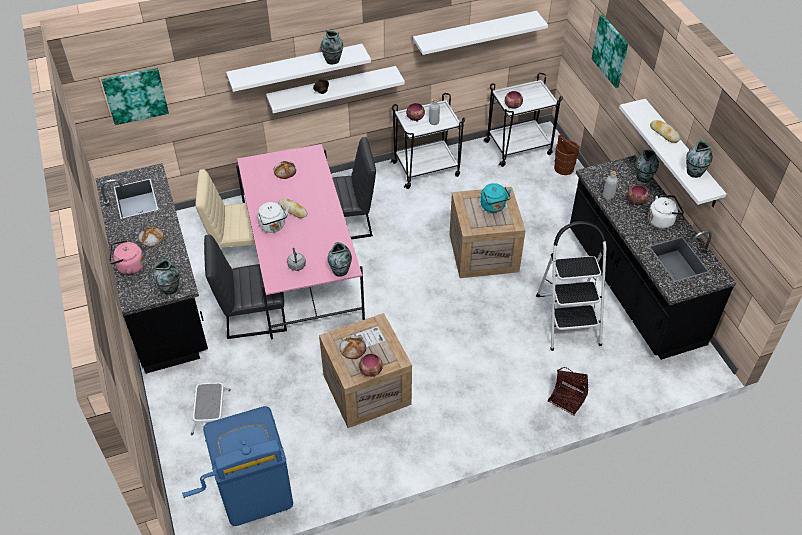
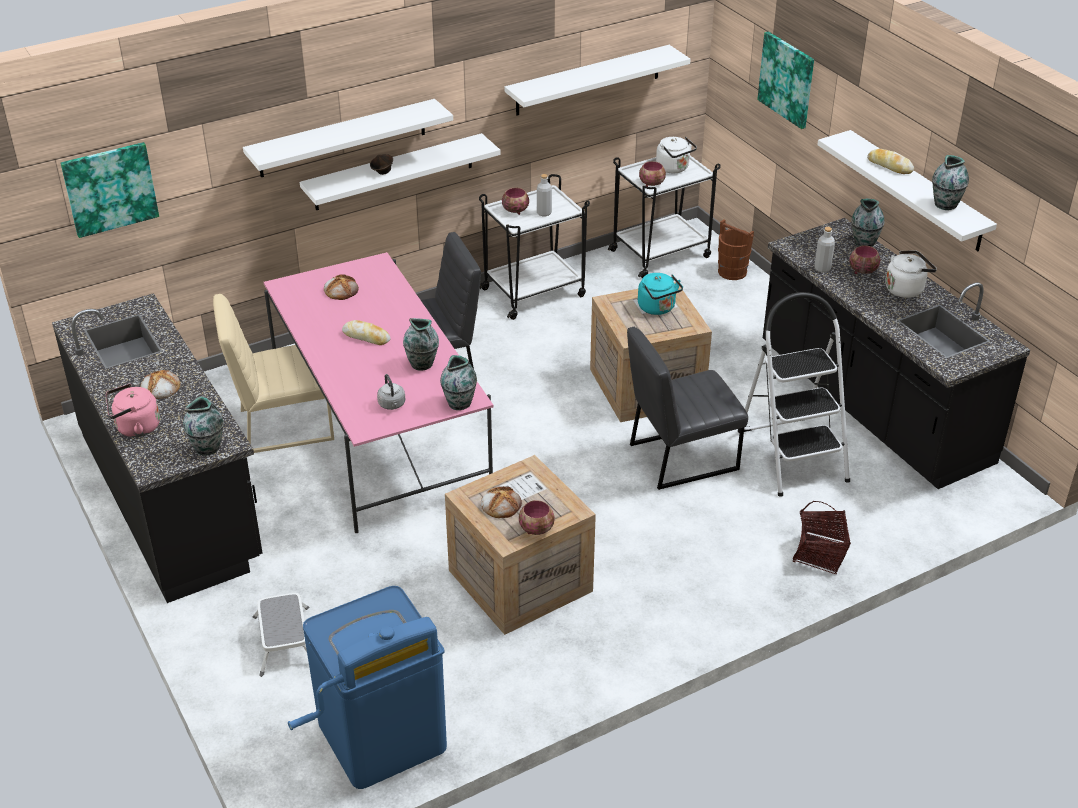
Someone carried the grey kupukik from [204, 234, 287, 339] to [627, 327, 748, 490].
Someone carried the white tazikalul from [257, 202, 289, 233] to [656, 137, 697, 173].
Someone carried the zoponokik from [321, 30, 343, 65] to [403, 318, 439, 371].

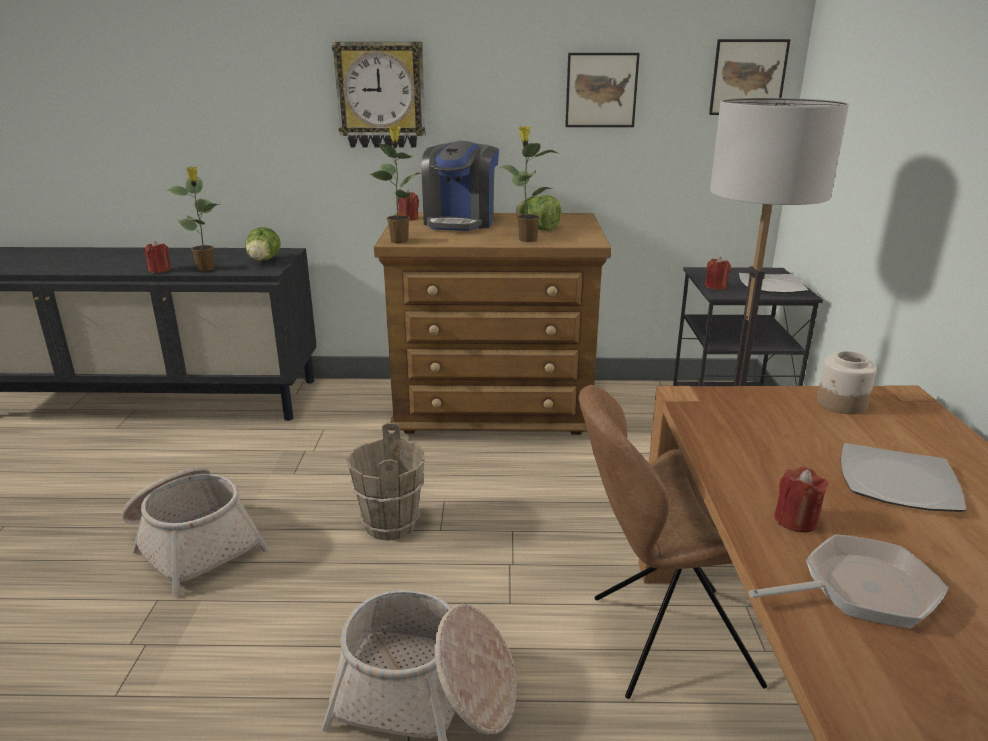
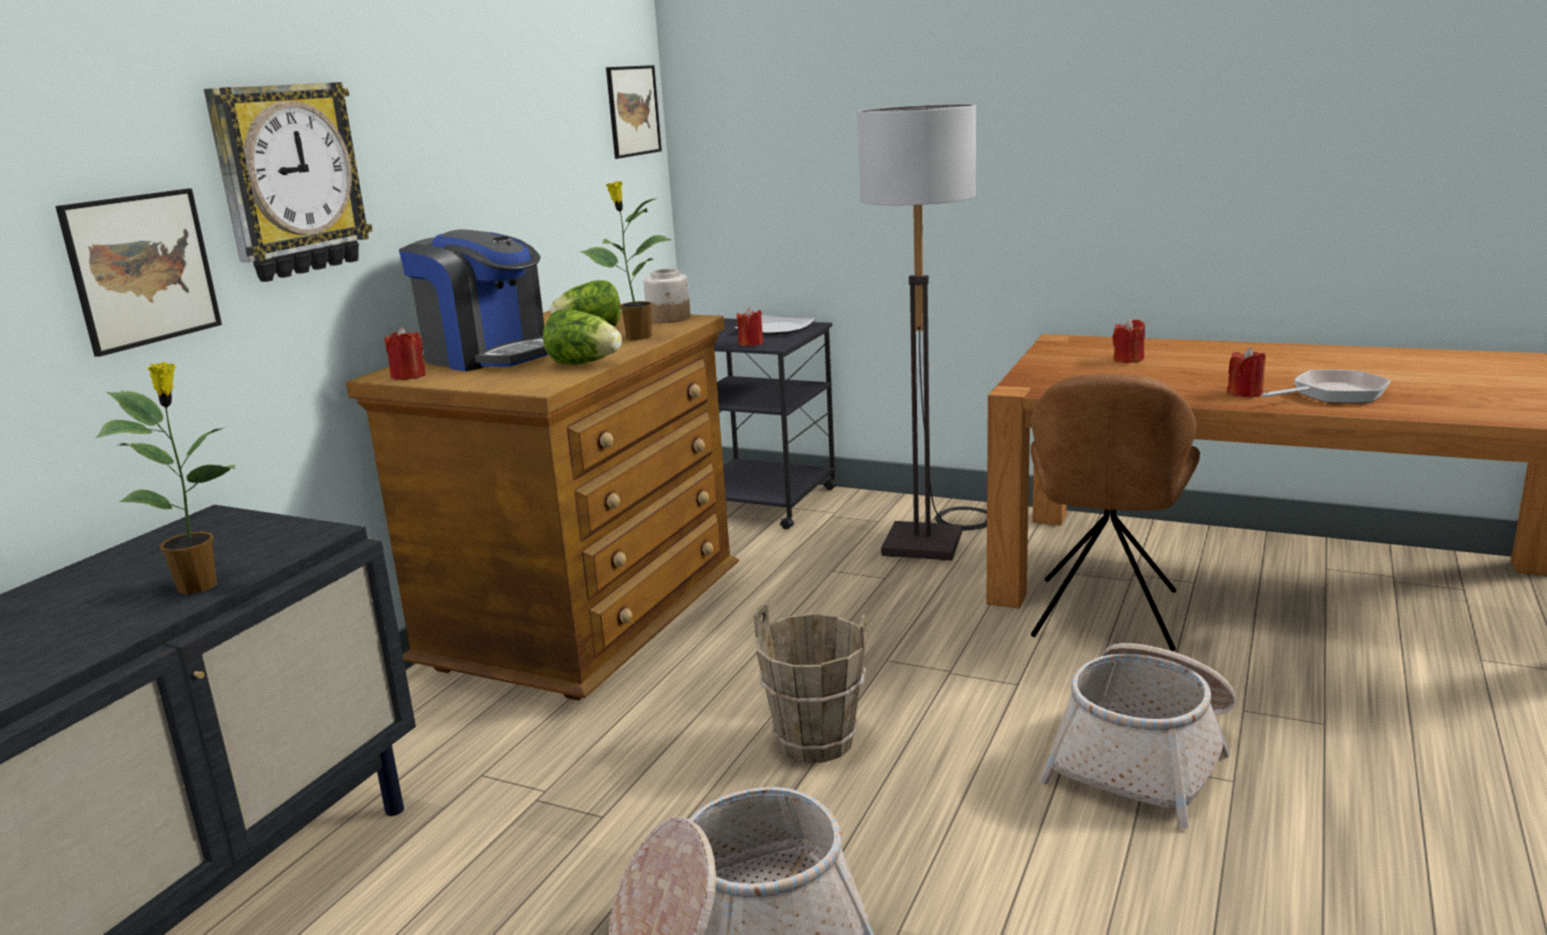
Someone carried the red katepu from [144, 241, 171, 273] to [1112, 318, 1145, 363].
Someone carried the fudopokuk from [245, 227, 281, 261] to [543, 309, 622, 365].
Someone took away the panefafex at [368, 127, 422, 243].
Someone carried the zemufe from [565, 53, 640, 127] to [55, 189, 222, 357].
Someone rotated the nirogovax at [748, 534, 948, 628] by 60 degrees clockwise.
Someone carried the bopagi from [817, 351, 877, 414] to [643, 269, 691, 323].
Someone took away the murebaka at [841, 443, 966, 512].

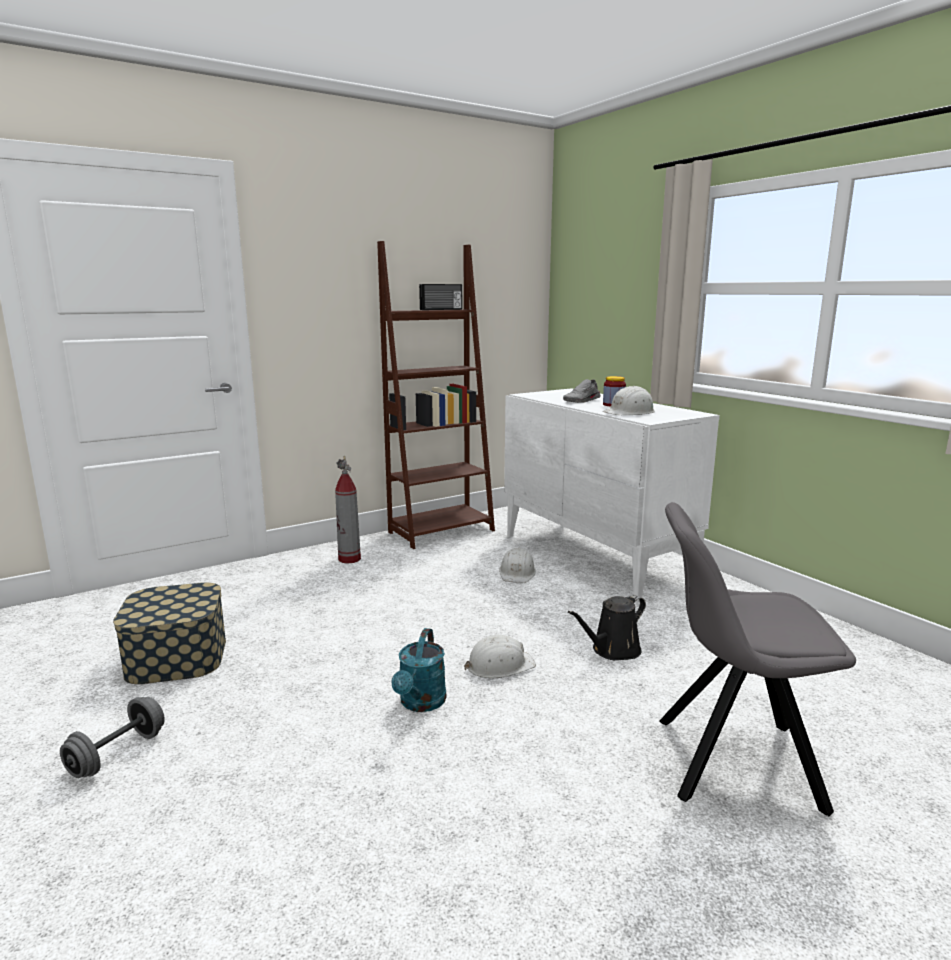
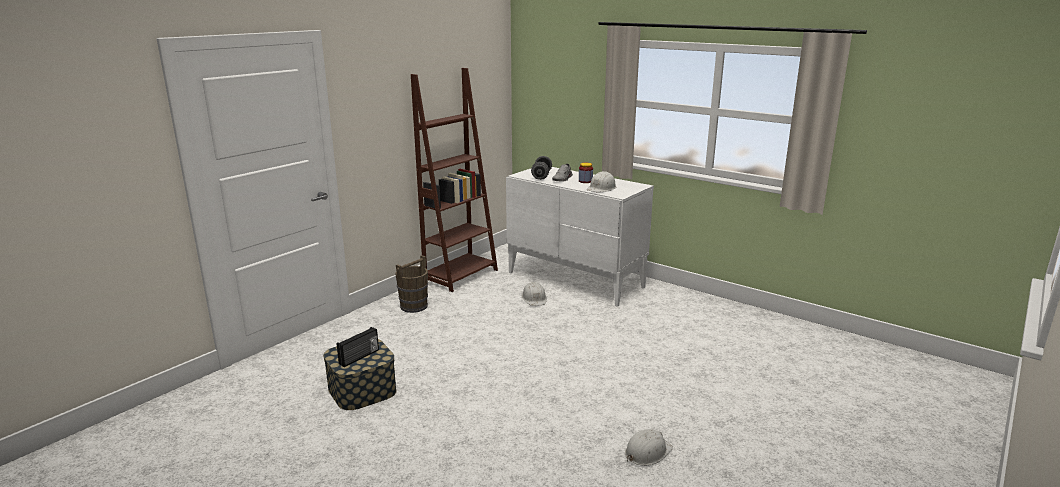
Someone carried the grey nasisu from [60, 697, 165, 778] to [531, 156, 552, 180].
Someone swapped the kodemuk at [335, 456, 361, 564] for the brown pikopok at [395, 255, 428, 313].
Someone took away the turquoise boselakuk at [391, 628, 447, 712].
Someone carried the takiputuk from [419, 284, 462, 310] to [337, 327, 379, 367].
Someone carried the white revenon from [464, 635, 536, 678] to [625, 429, 673, 466].
Someone took away the black boselakuk at [568, 595, 646, 660].
Someone took away the grey kupukik at [659, 502, 856, 816].

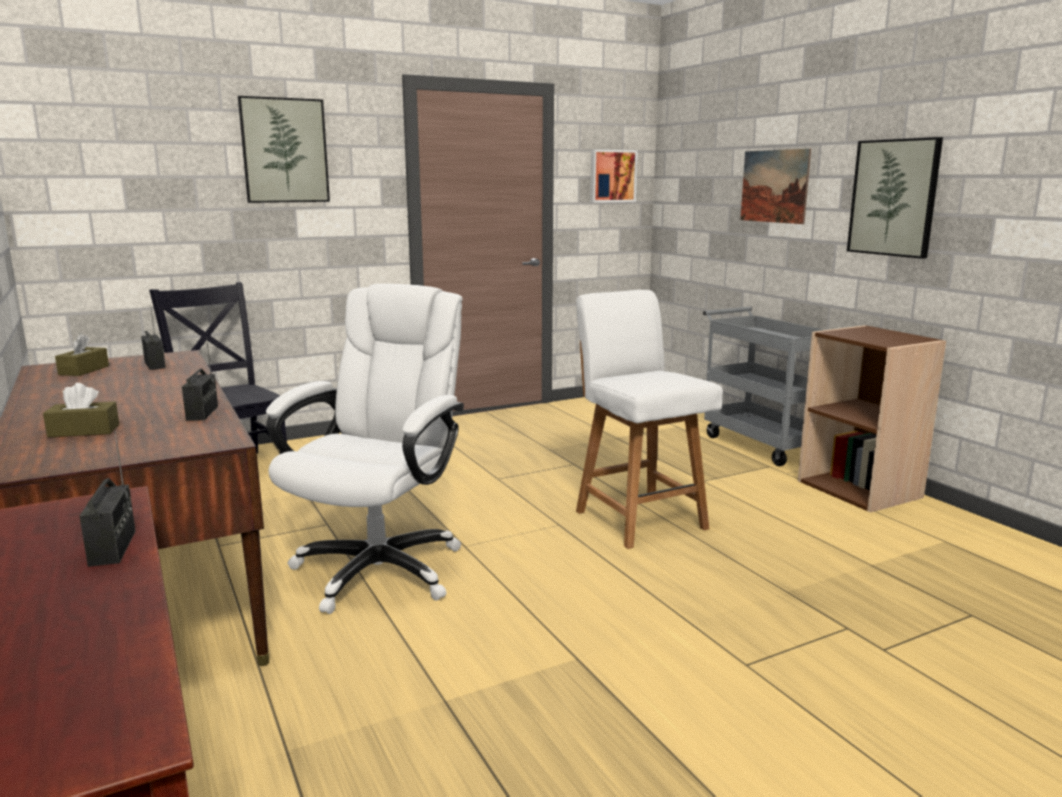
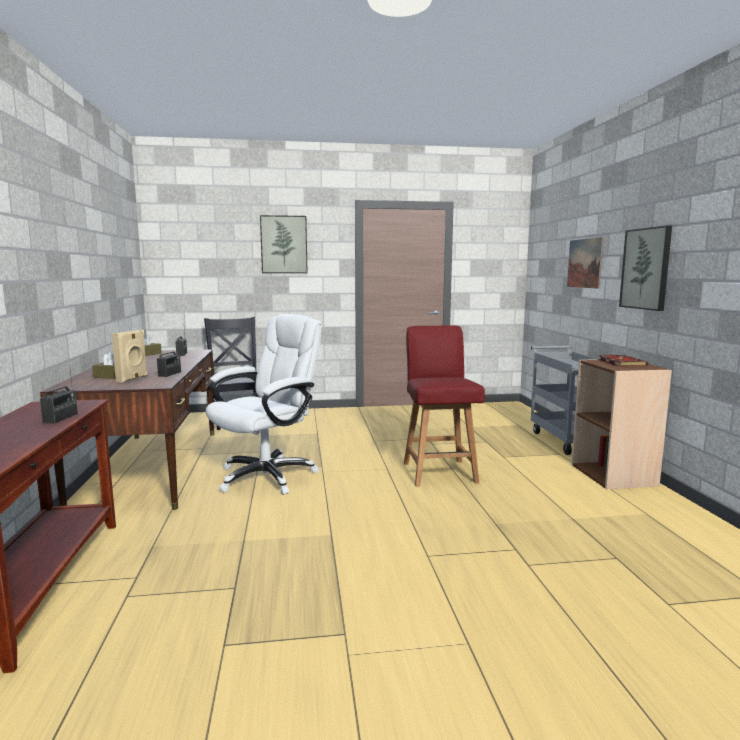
Someone repainted the white kupukik at [576, 290, 723, 549], which became the red kupukik at [404, 325, 485, 487].
Someone took away the zemufe at [590, 149, 638, 203].
Someone put down the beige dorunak at [112, 330, 147, 383].
Someone put down the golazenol at [598, 355, 648, 366].

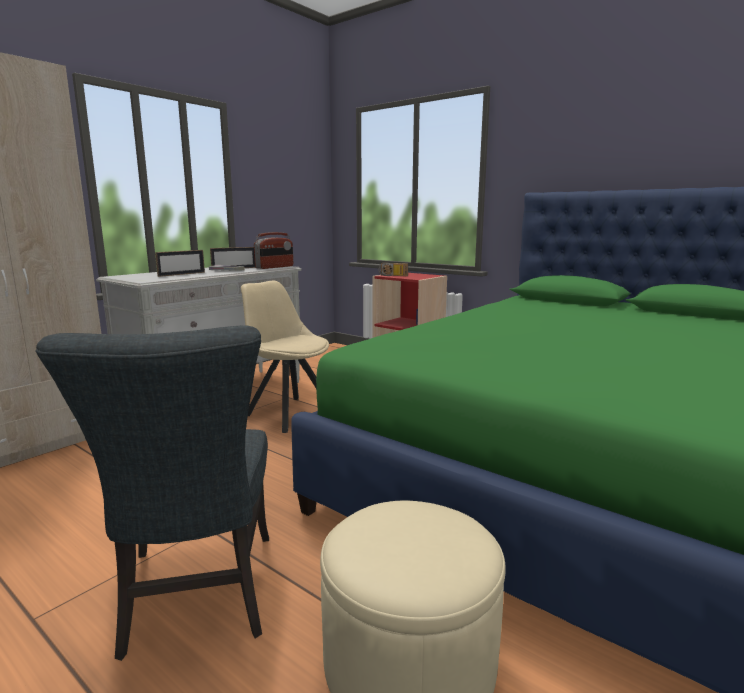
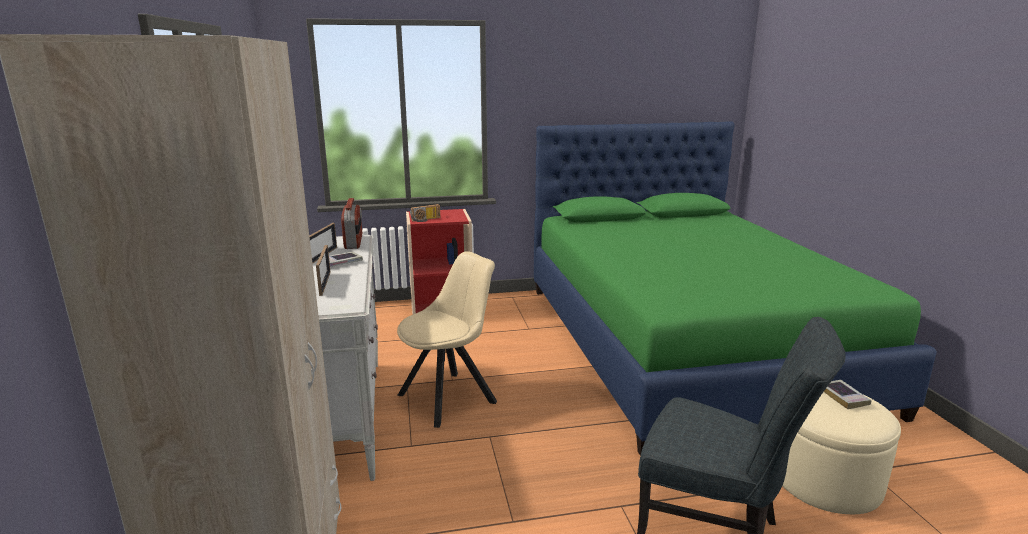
Someone rotated the beige kupukik at [241, 281, 329, 433] by 150 degrees clockwise.
Someone put down the golazenol at [824, 380, 871, 409].

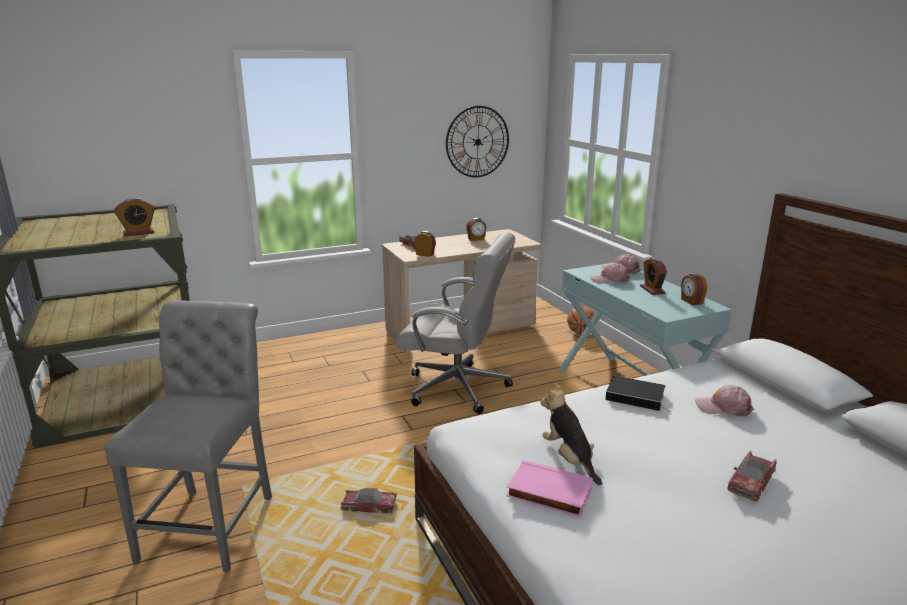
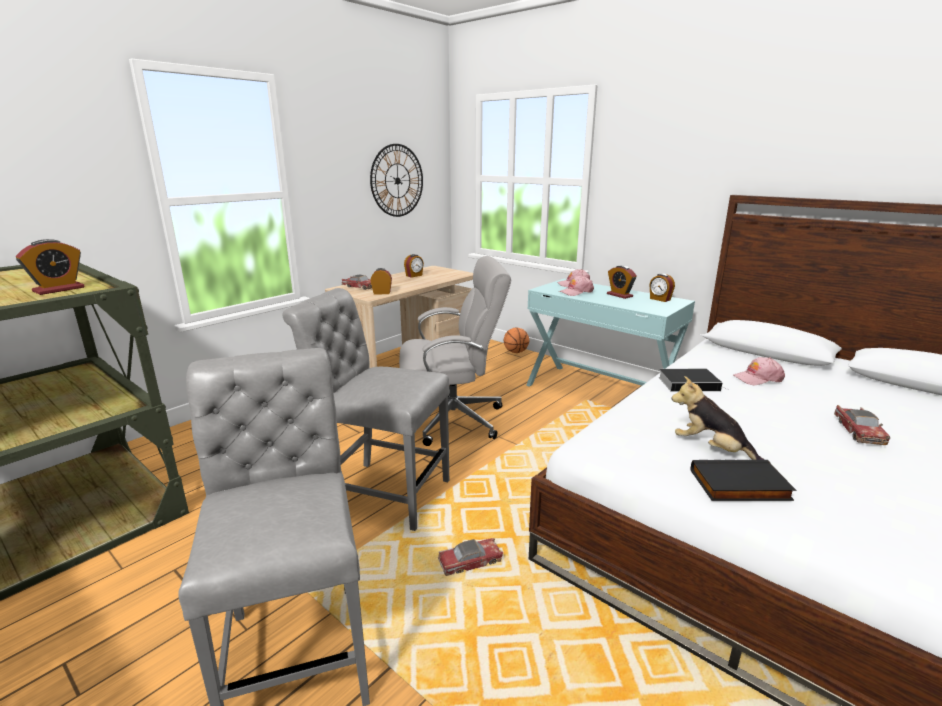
Someone repainted the pink golazenol at [506, 460, 593, 517], which became the black golazenol at [691, 460, 796, 501].
Someone put down the grey kupukik at [282, 288, 450, 531].

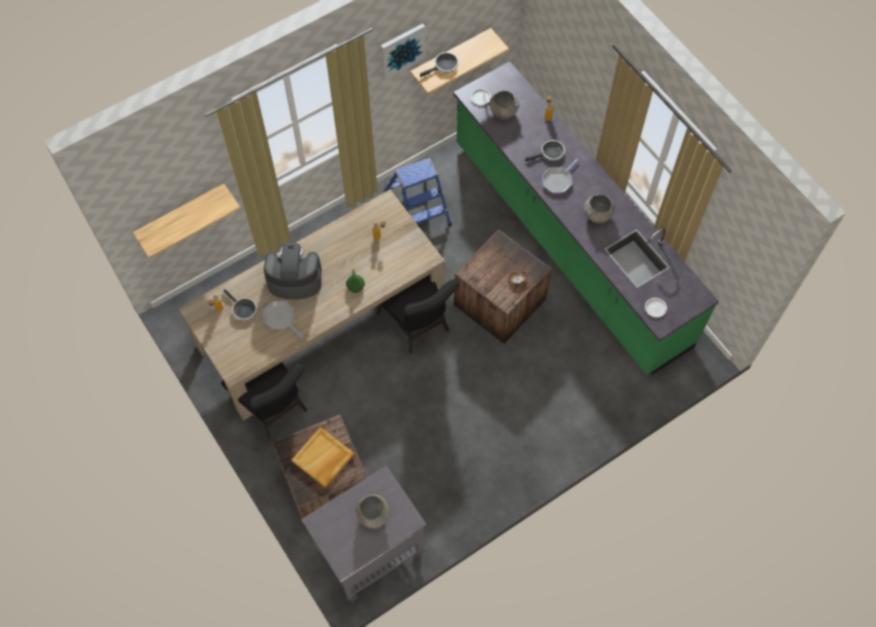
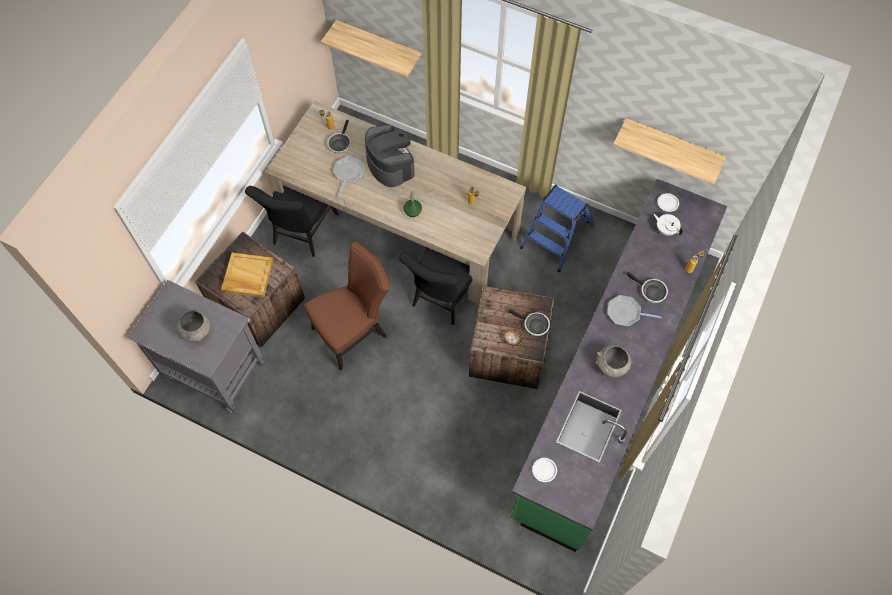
Someone took away the zemufe at [381, 23, 426, 80].
Someone carried the nirogovax from [420, 52, 459, 77] to [508, 309, 550, 336].
Someone swapped the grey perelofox at [490, 91, 520, 120] for the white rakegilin at [653, 214, 683, 236].
Someone put down the brown kupukik at [304, 242, 391, 371].

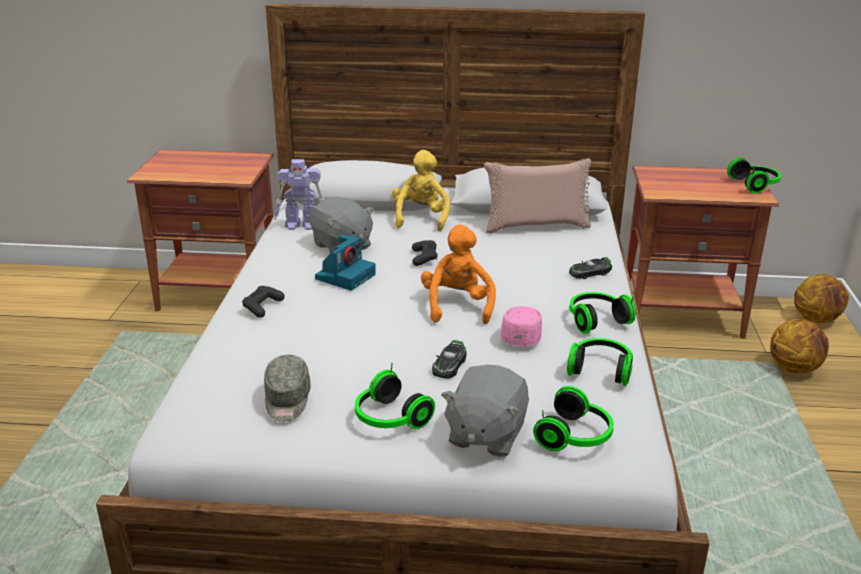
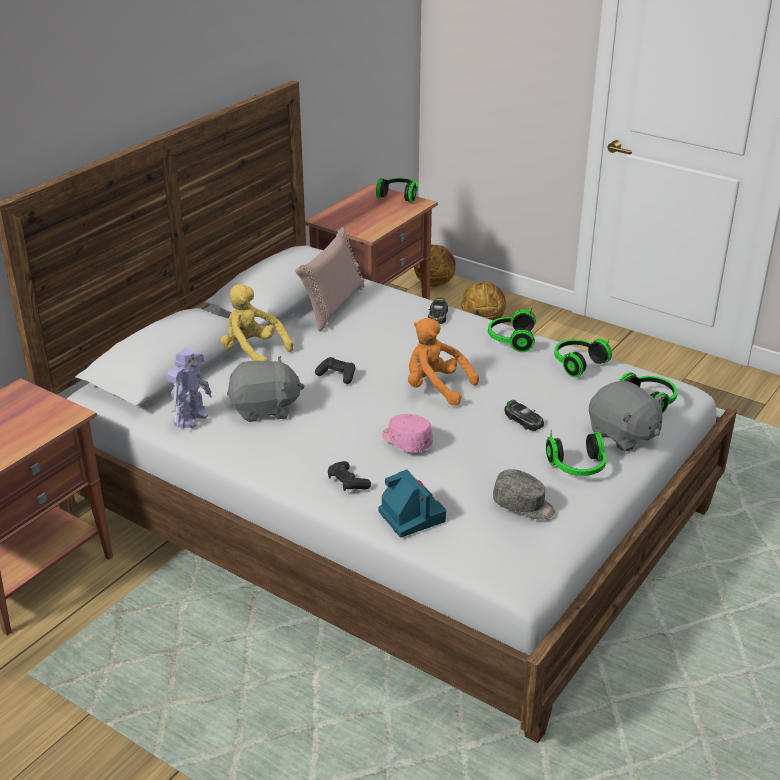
Someone carried the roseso from [315, 235, 376, 291] to [379, 470, 446, 537].
Someone carried the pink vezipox from [501, 306, 542, 347] to [382, 414, 433, 452].

